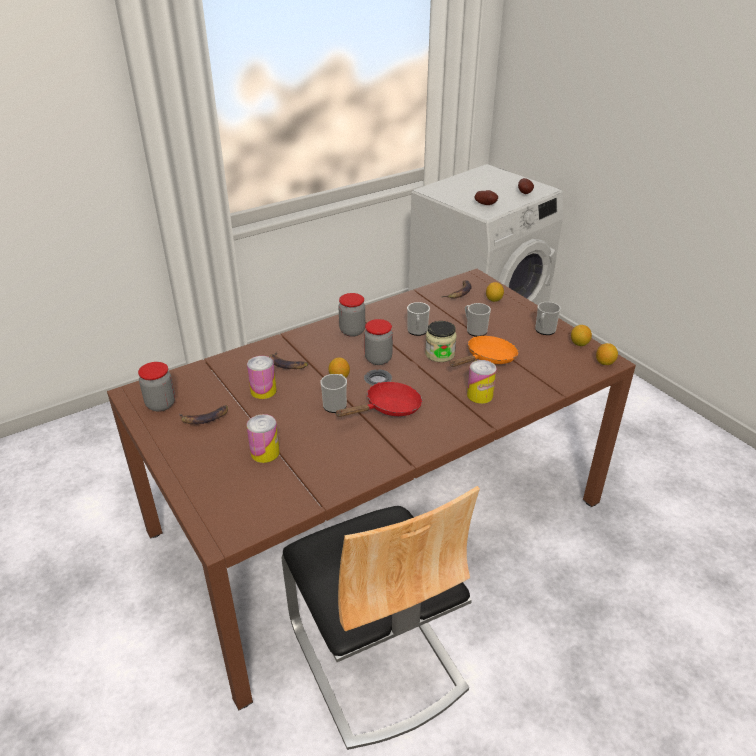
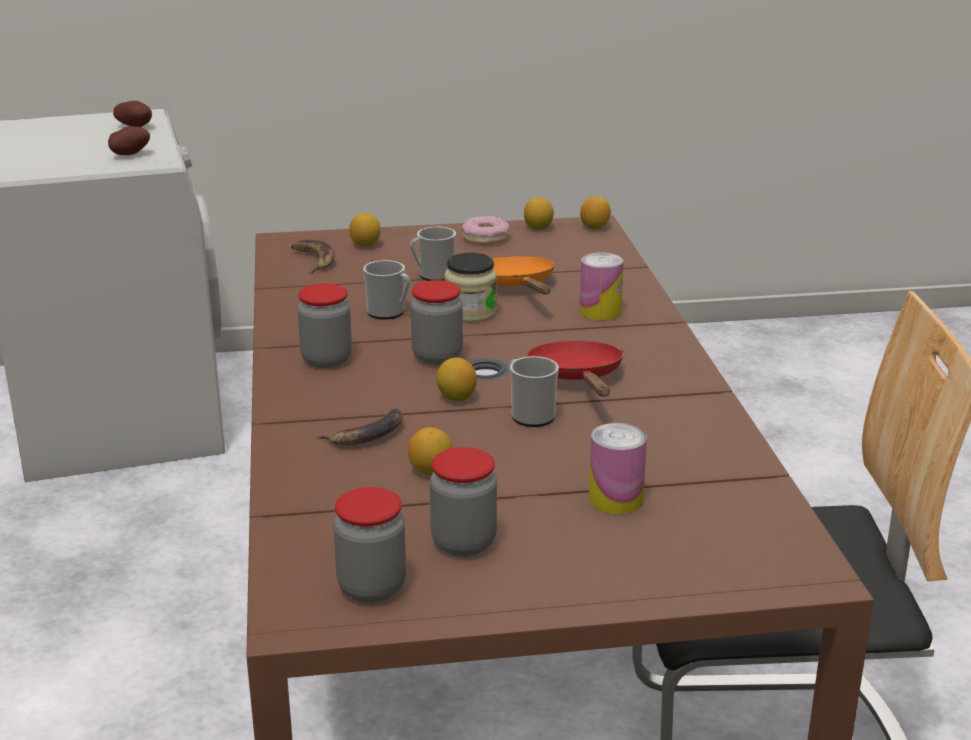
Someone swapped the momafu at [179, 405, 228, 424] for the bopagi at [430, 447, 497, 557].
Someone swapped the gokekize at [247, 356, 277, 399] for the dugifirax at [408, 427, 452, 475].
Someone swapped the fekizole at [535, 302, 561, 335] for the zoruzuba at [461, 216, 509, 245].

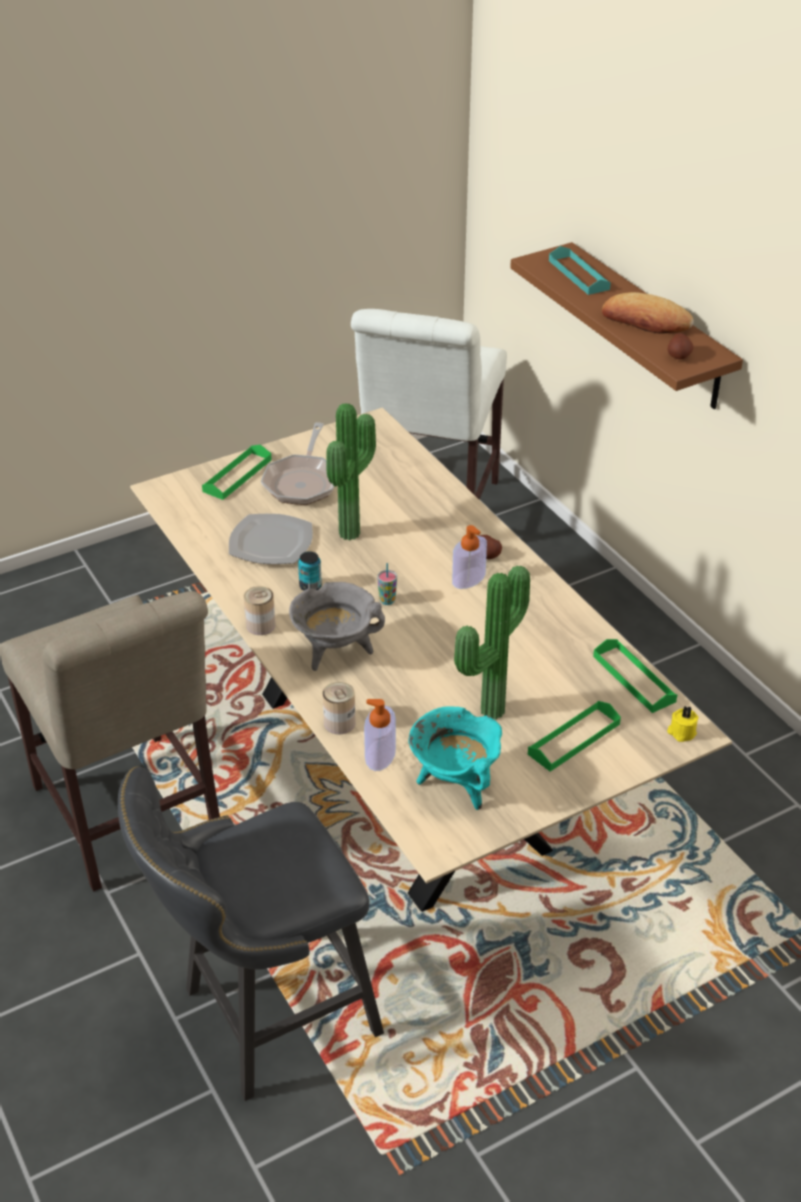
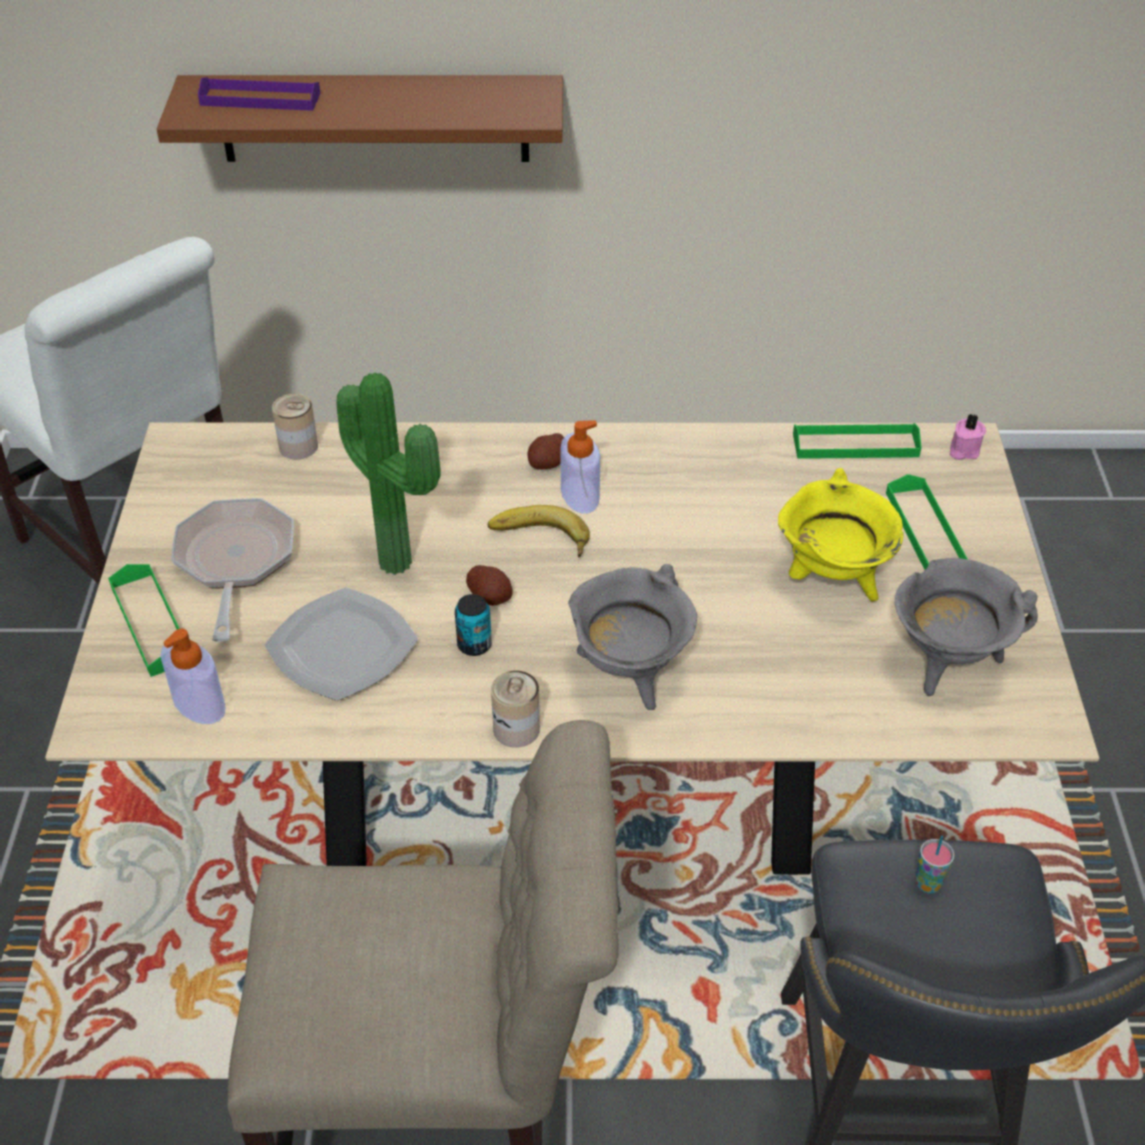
Someone rotated the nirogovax at [261, 422, 335, 505] by 135 degrees counterclockwise.
Someone carried the gokekize from [323, 682, 356, 735] to [272, 394, 318, 459].
Someone carried the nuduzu from [364, 699, 396, 771] to [160, 628, 226, 724].
Someone carried the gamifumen from [377, 563, 397, 605] to [915, 836, 954, 893].
Someone repainted the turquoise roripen at [409, 706, 502, 810], which became the grey roripen at [895, 558, 1038, 696].
Someone swapped the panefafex at [454, 566, 530, 720] for the yellow roripen at [778, 468, 904, 602].
Someone repainted the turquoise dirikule at [549, 246, 611, 295], which became the purple dirikule at [198, 77, 320, 111].
Someone took away the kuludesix at [602, 292, 694, 334].
Someone repainted the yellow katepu at [667, 706, 699, 742], which became the pink katepu at [950, 414, 986, 460].
Someone carried the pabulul from [668, 333, 693, 359] to [466, 565, 512, 606].
Someone put down the momafu at [488, 505, 590, 557].

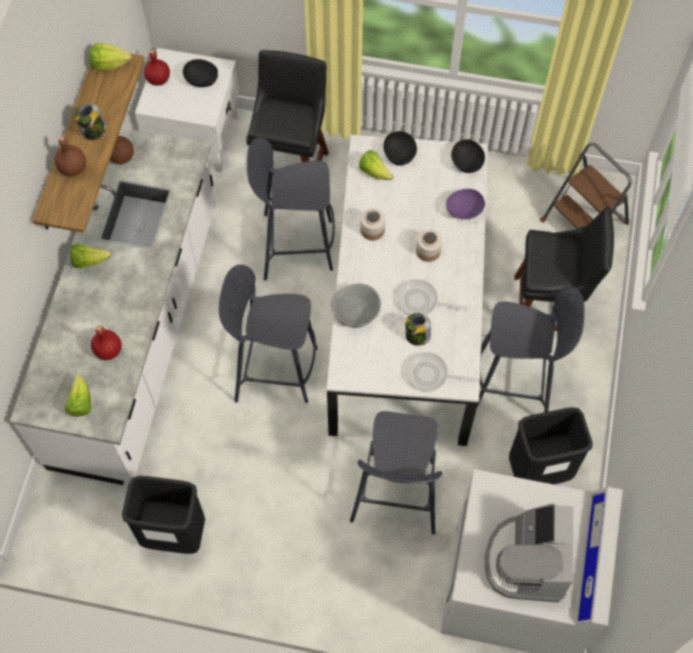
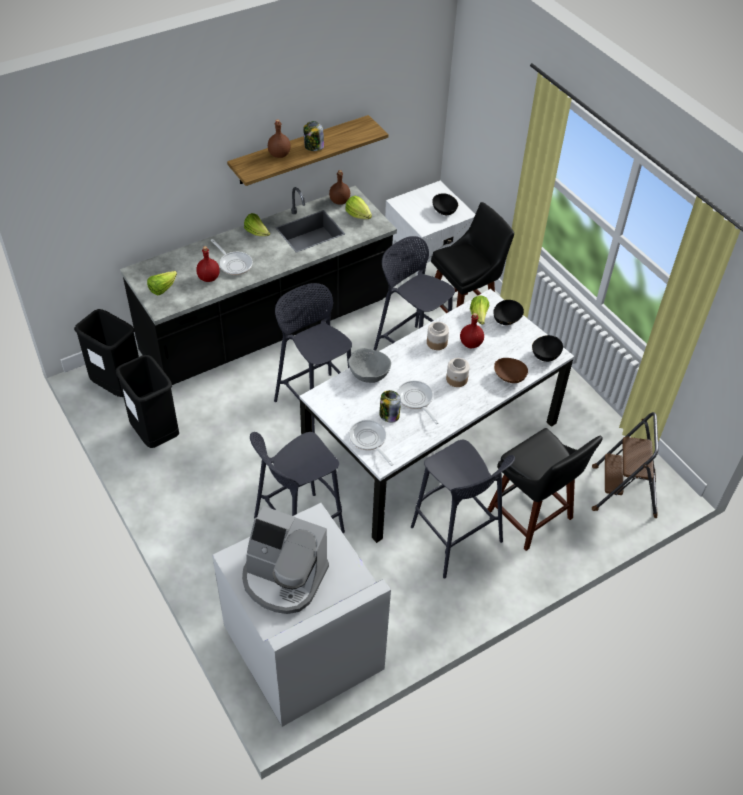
Someone repainted the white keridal at [10, 128, 216, 485], which became the black keridal at [120, 186, 397, 385].
Someone carried the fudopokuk from [89, 43, 131, 70] to [345, 196, 372, 219].
Someone carried the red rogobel from [144, 50, 170, 86] to [460, 313, 484, 348].
Someone repainted the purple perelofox at [446, 189, 485, 219], which became the brown perelofox at [494, 358, 528, 383].
Someone rotated the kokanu at [485, 504, 573, 603] by 120 degrees counterclockwise.
Someone carried the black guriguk from [509, 407, 593, 484] to [74, 309, 139, 397].
Someone put down the nirogovax at [211, 239, 253, 275].

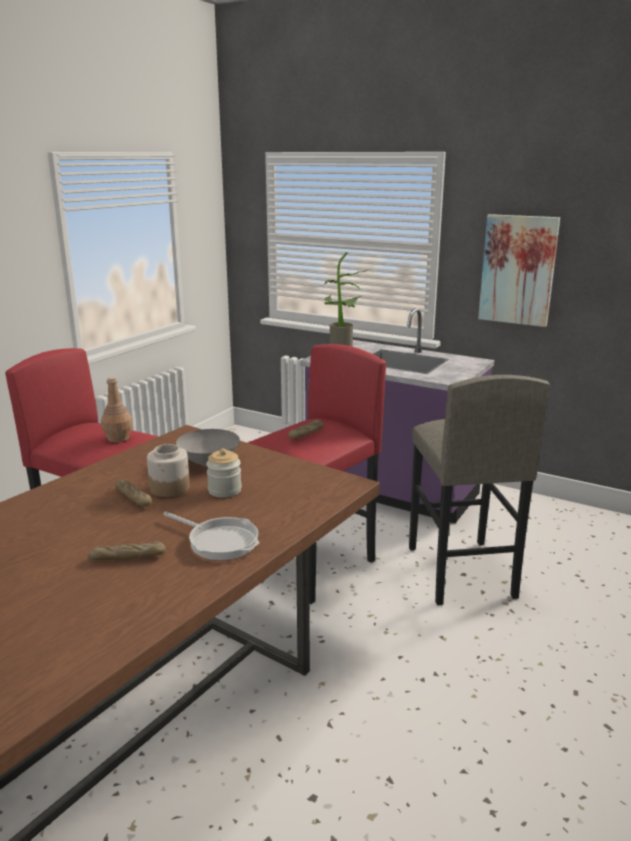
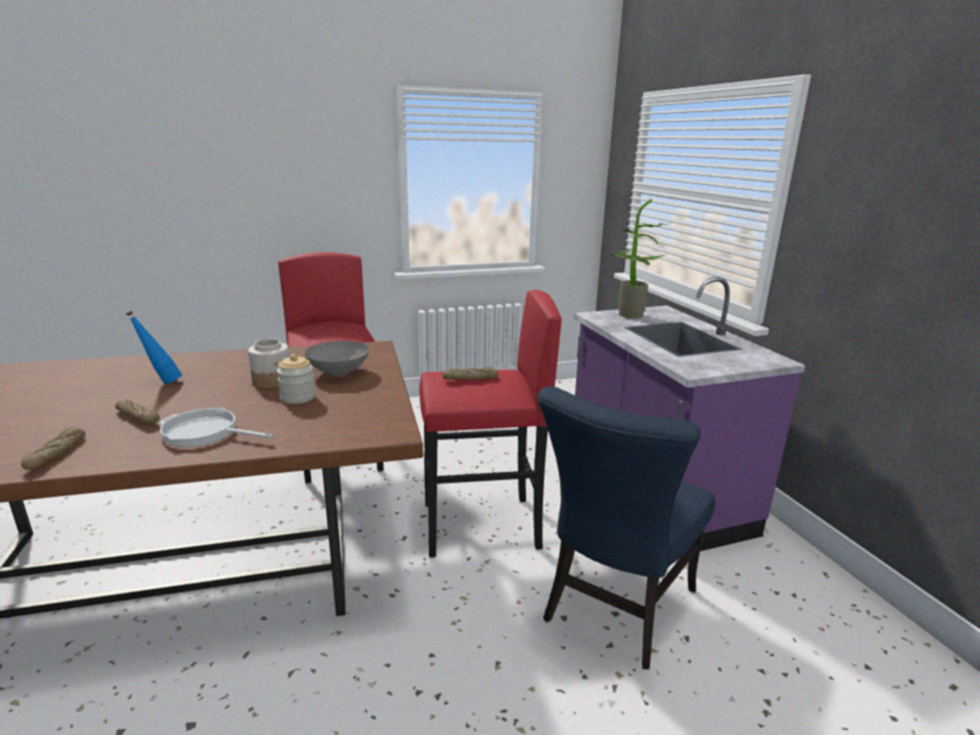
Someone took away the brown rogobel at [101, 376, 132, 442].
Someone carried the kuludesix from [115, 479, 152, 507] to [21, 427, 85, 470].
Someone rotated the nirogovax at [163, 512, 260, 560] by 120 degrees clockwise.
Someone swapped the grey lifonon at [409, 375, 550, 605] for the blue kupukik at [537, 386, 715, 669].
Someone took away the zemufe at [478, 214, 560, 327].
Someone put down the blue rogobel at [126, 311, 182, 384].

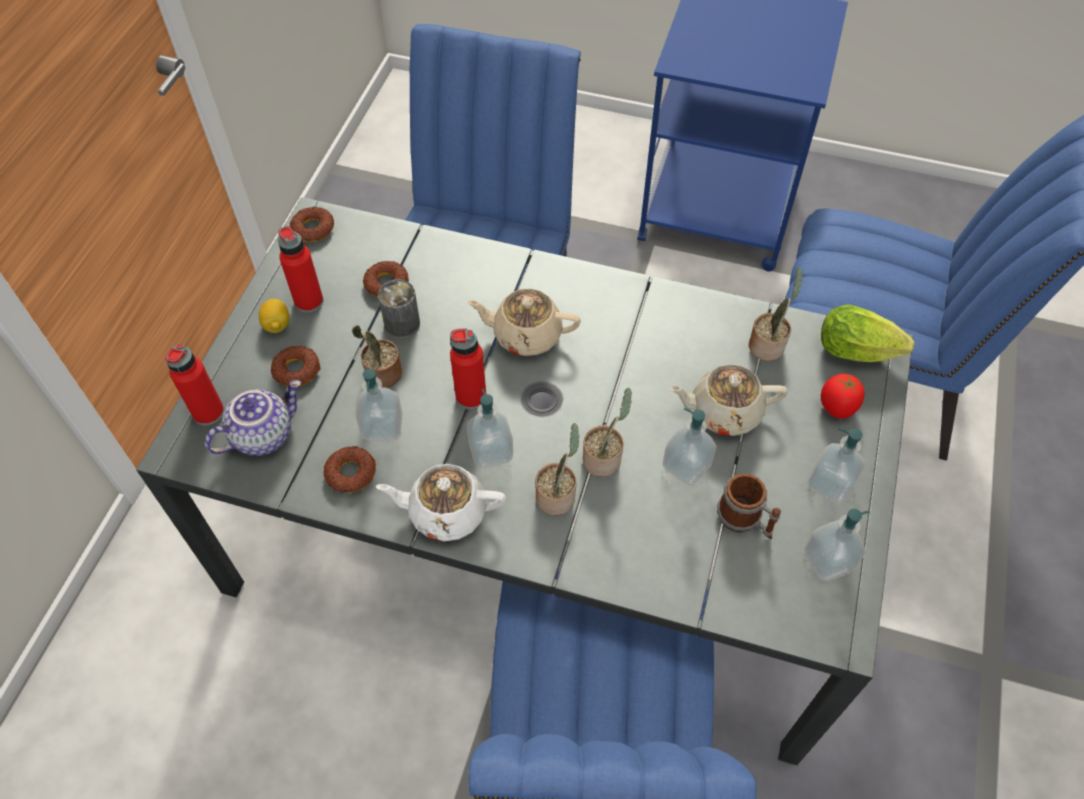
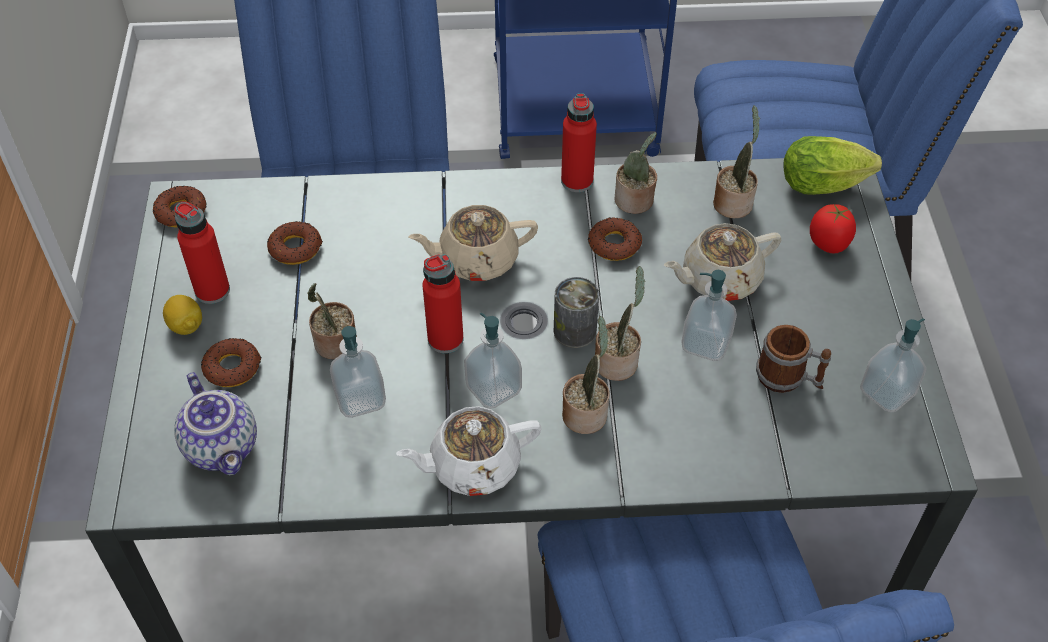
Someone carried the red rogobel from [165, 344, 224, 425] to [561, 93, 597, 192].
Someone rotated the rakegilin at [205, 380, 301, 456] by 120 degrees clockwise.
Someone carried the zoruzuba from [324, 446, 376, 493] to [588, 217, 642, 261].
Someone carried the gokekize from [378, 279, 420, 338] to [554, 277, 599, 348].
Someone took away the nuduzu at [808, 428, 865, 504].
Someone put down the panefafex at [614, 132, 657, 214].

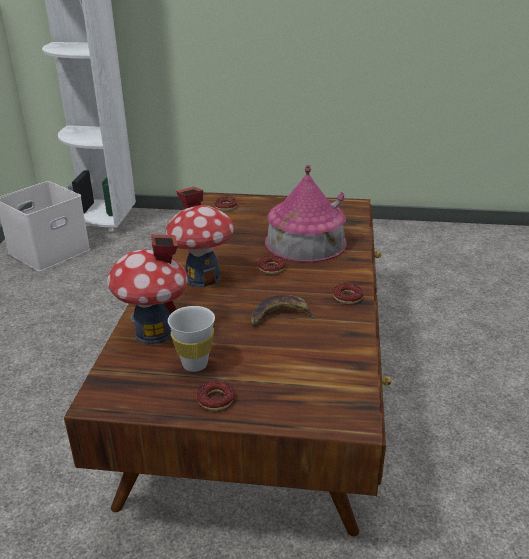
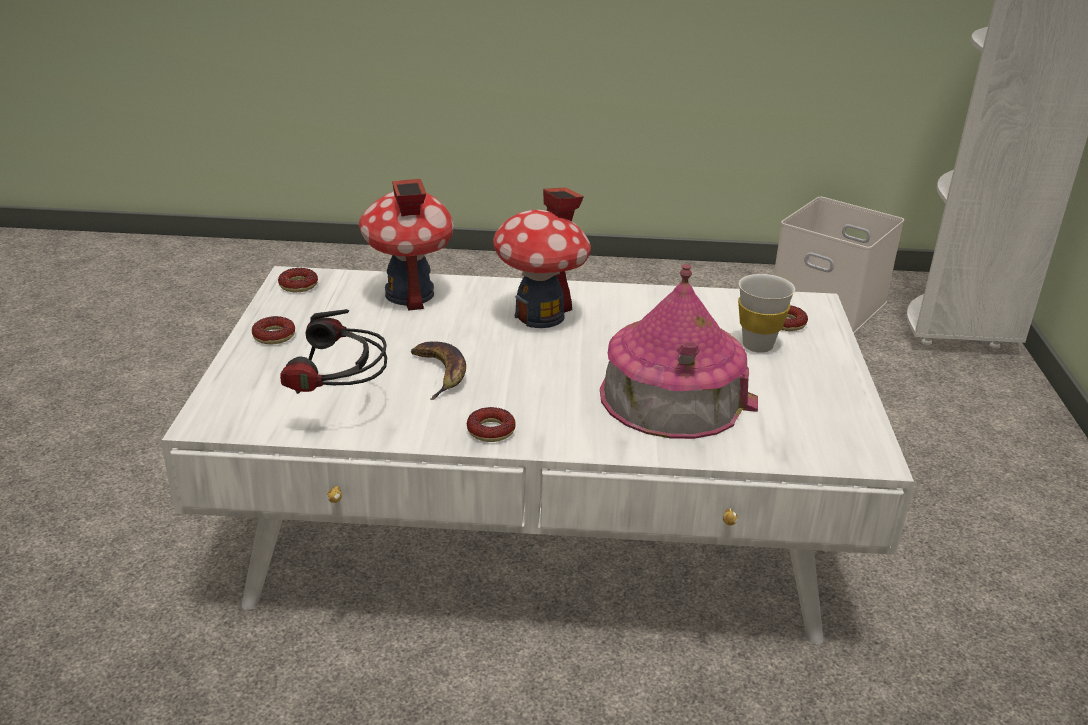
Someone repainted the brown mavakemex at [64, 192, 391, 536], which became the white mavakemex at [161, 266, 915, 644].
Someone carried the white gamifumen from [168, 306, 215, 372] to [738, 274, 795, 353].
Someone carried the zoruzuba from [258, 256, 286, 274] to [278, 268, 318, 292].
Someone put down the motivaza at [280, 309, 387, 394].

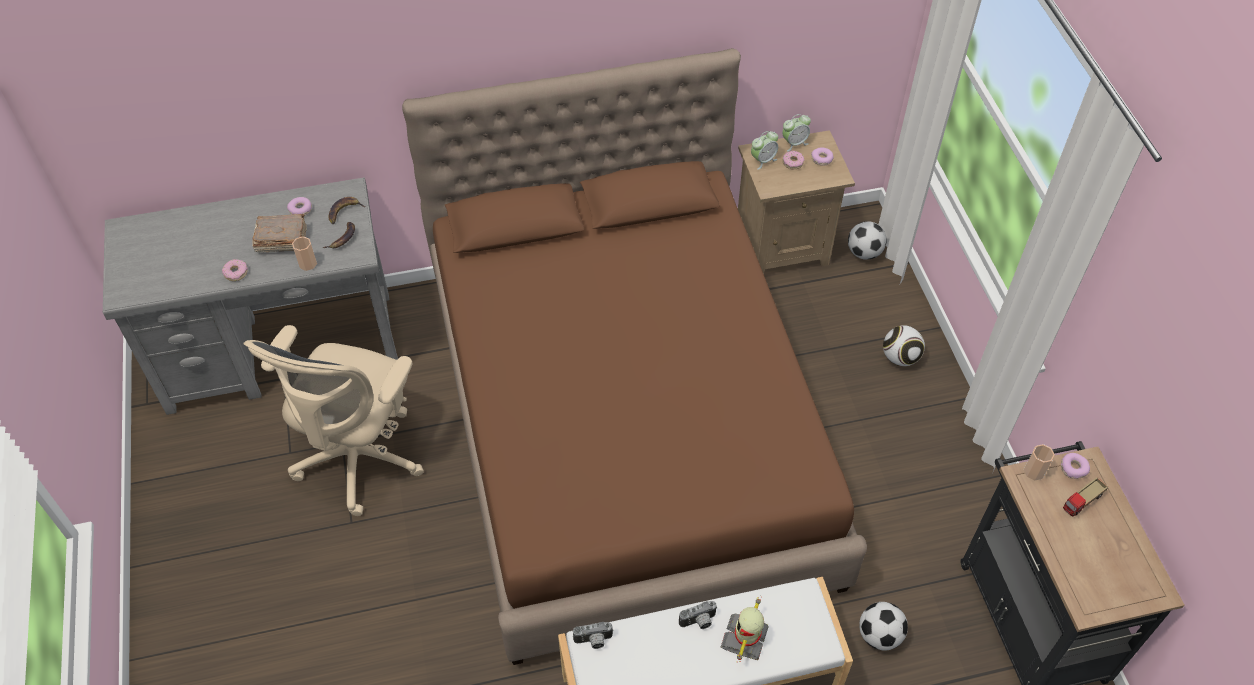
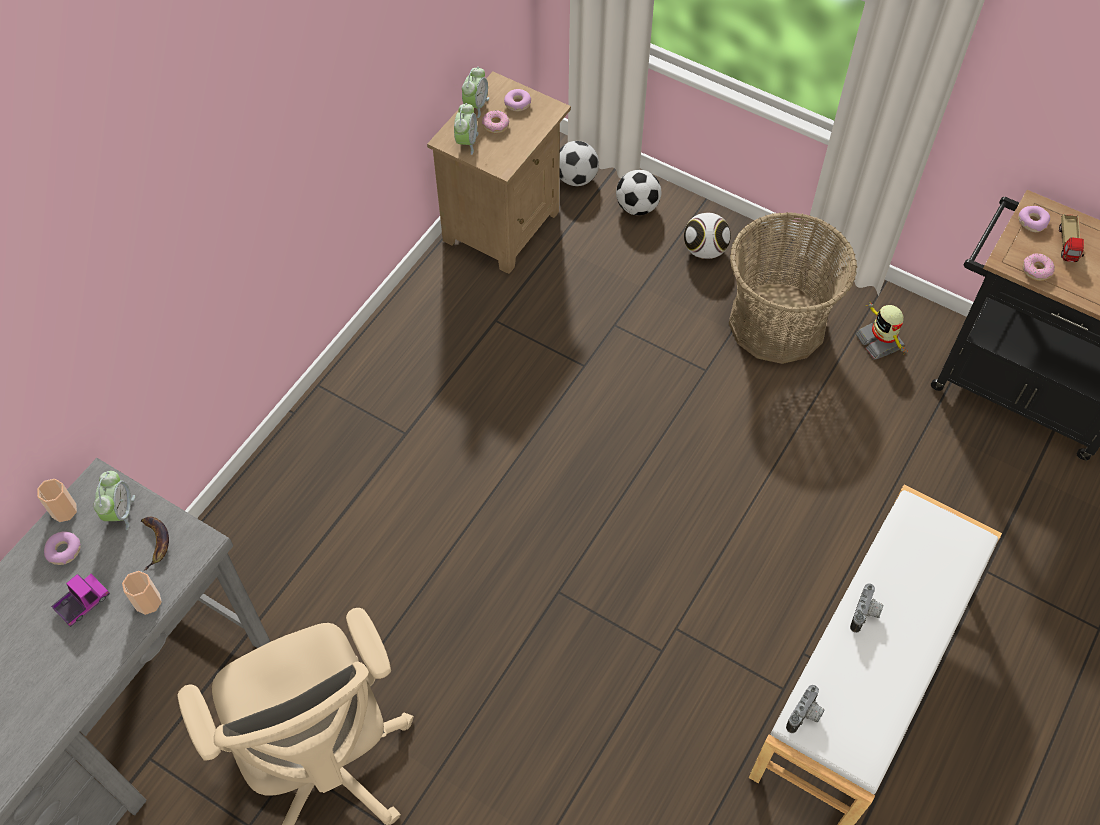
Someone carried the zoruzuba from [222, 259, 248, 281] to [1023, 253, 1055, 281].
Someone swapped the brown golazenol at [252, 214, 307, 252] for the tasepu at [51, 574, 110, 627].
Someone swapped the momafu at [329, 197, 366, 224] for the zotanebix at [93, 471, 135, 530].
Someone took away the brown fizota at [402, 48, 867, 665].
Someone carried the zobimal from [720, 596, 768, 662] to [856, 302, 907, 360].
Someone carried the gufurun from [859, 602, 908, 651] to [616, 170, 661, 215].
Someone carried the gamifumen from [1024, 444, 1055, 480] to [37, 479, 77, 522].
Someone put down the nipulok at [729, 212, 857, 364].

